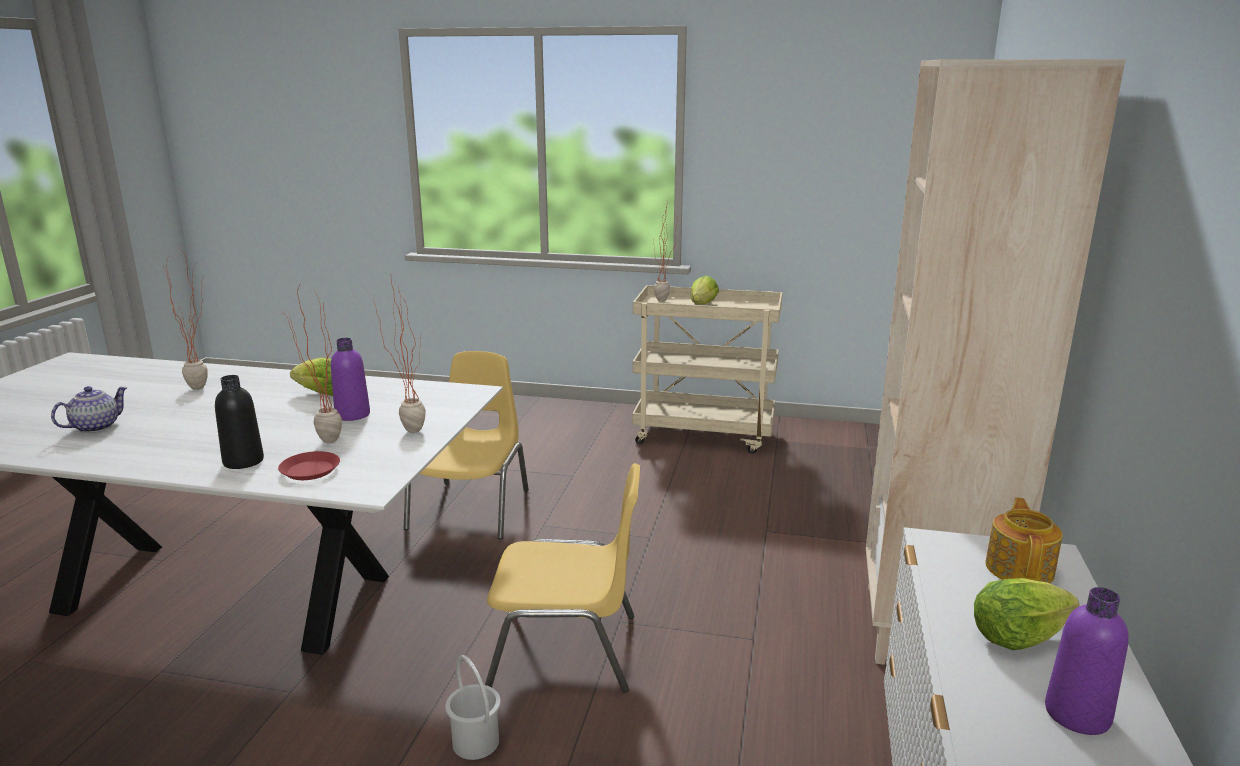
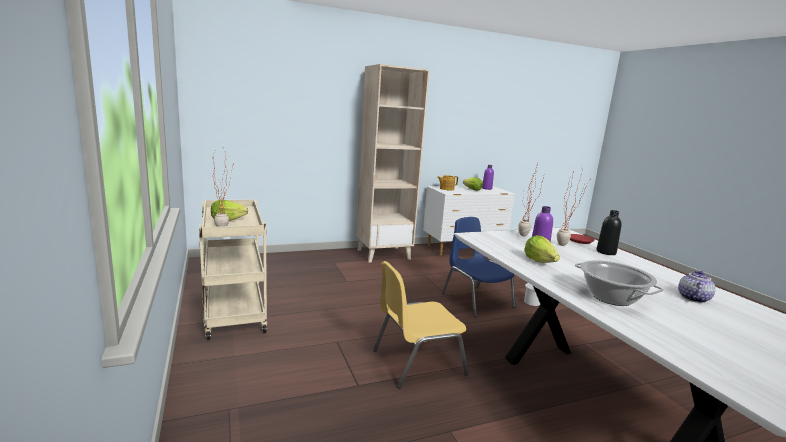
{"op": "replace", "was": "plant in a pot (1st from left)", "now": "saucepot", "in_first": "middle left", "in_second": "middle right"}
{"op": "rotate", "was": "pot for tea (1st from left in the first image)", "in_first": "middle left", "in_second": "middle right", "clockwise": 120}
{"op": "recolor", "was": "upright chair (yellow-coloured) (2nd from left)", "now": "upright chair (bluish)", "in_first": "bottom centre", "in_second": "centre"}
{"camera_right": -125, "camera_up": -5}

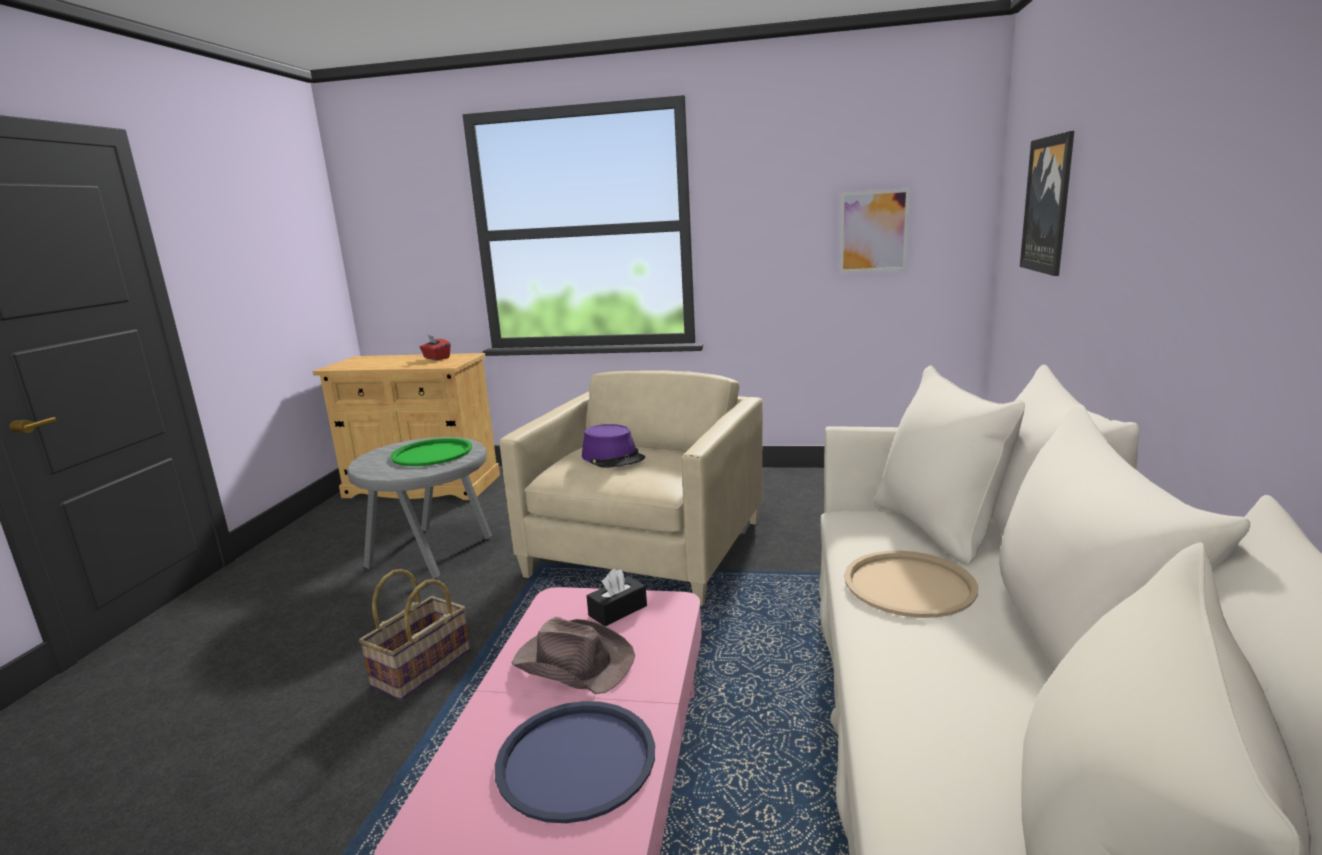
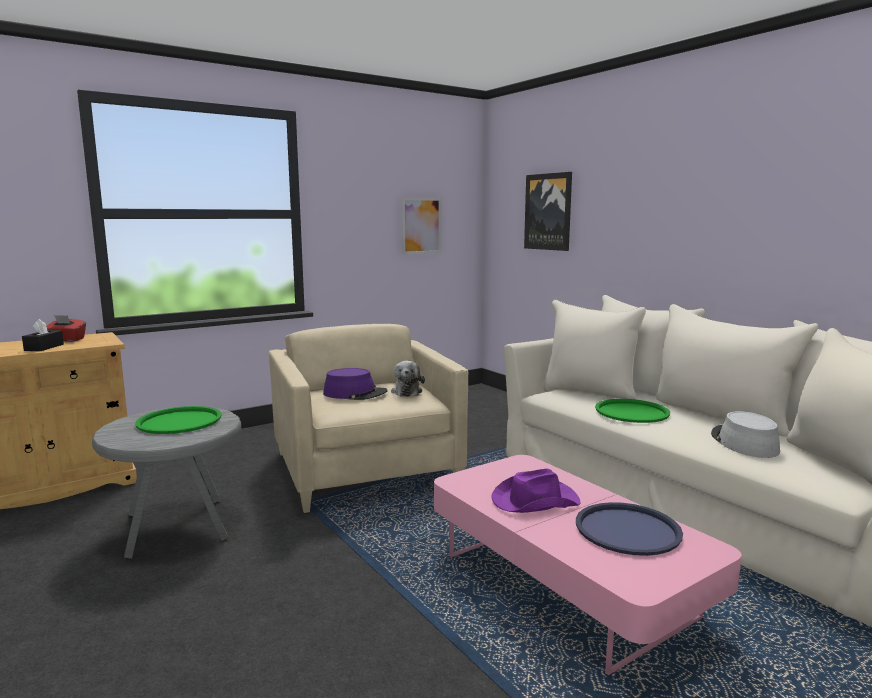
{"op": "recolor", "was": "carrying tray (sand-coloured)", "now": "carrying tray (green-coloured) (2nd from left)", "in_first": "bottom right", "in_second": "middle right"}
{"op": "delete", "was": "storage basket", "in_first": "bottom left"}
{"op": "move", "was": "box of tissues (blackish)", "in_first": "bottom centre", "in_second": "middle left"}
{"op": "recolor", "was": "hat (brown)", "now": "hat (purple-coloured) (2nd from left)", "in_first": "bottom centre", "in_second": "bottom centre"}
{"op": "insert", "now": "soft toy", "in_second": "centre"}
{"op": "insert", "now": "hat (greyish)", "in_second": "middle right"}
{"camera_right": -45, "camera_up": -5}

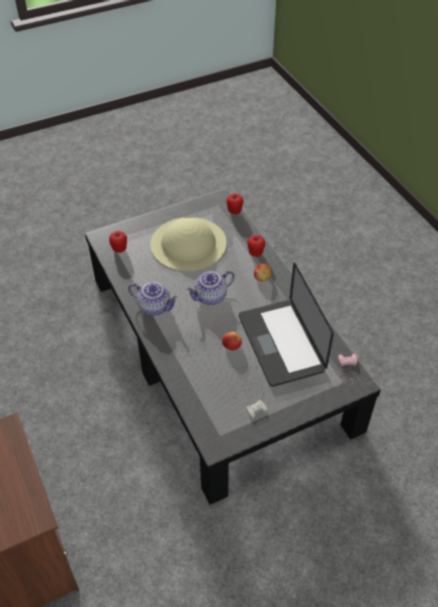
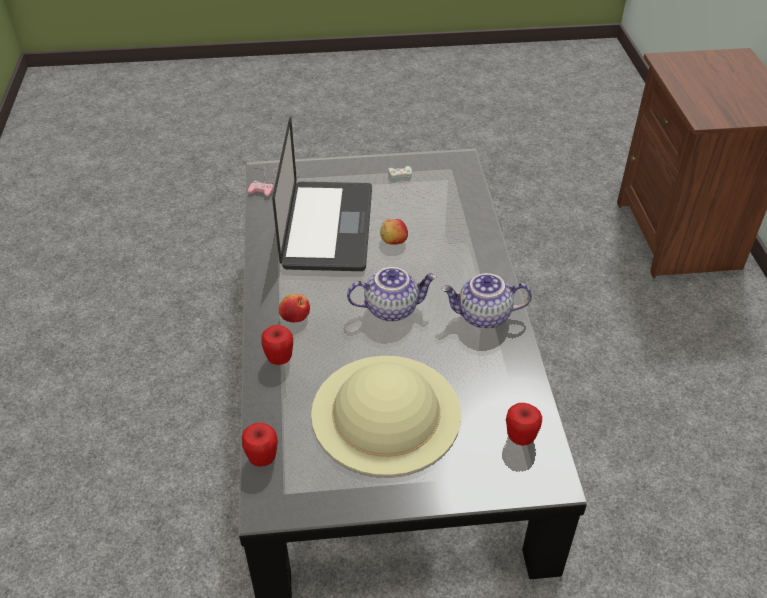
{"op": "rotate", "was": "pot for tea (1st from left in the first image)", "in_first": "centre", "in_second": "centre", "clockwise": -45}
{"camera_right": -160, "camera_up": -5}

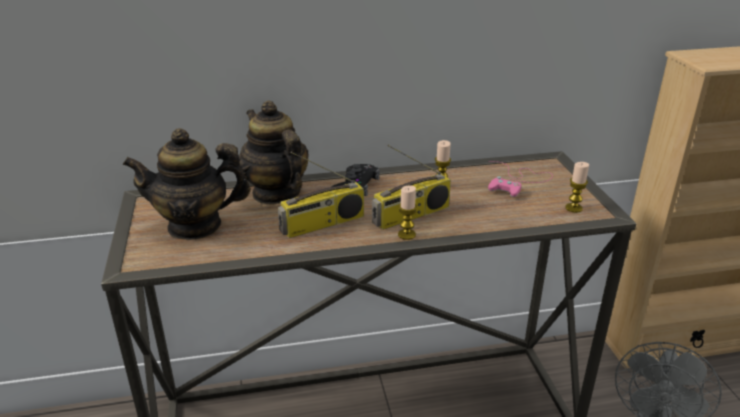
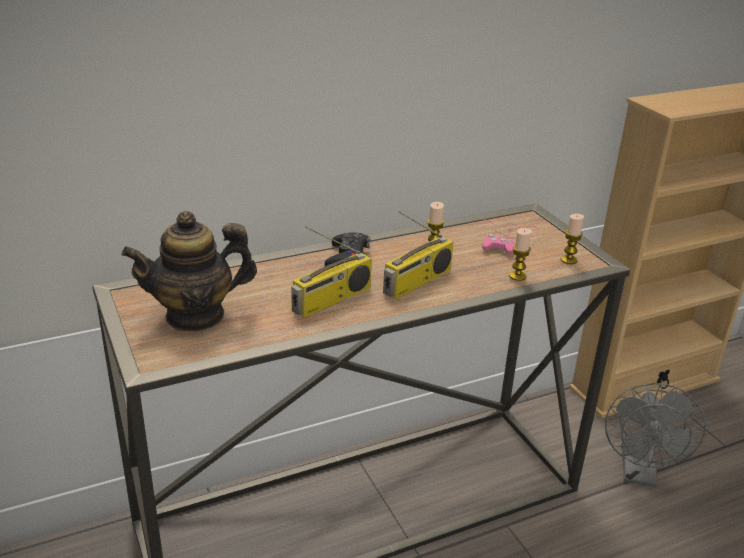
{"op": "delete", "was": "pot for tea (2nd from left)", "in_first": "centre"}
{"op": "move", "was": "wax candle (1st from left in the first image)", "now": "wax candle (2nd from left)", "in_first": "centre", "in_second": "middle right"}
{"camera_right": -15, "camera_up": 0}

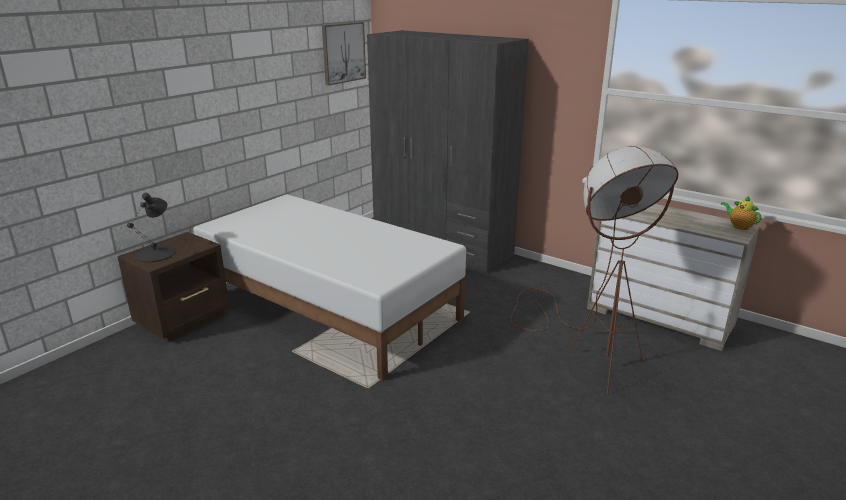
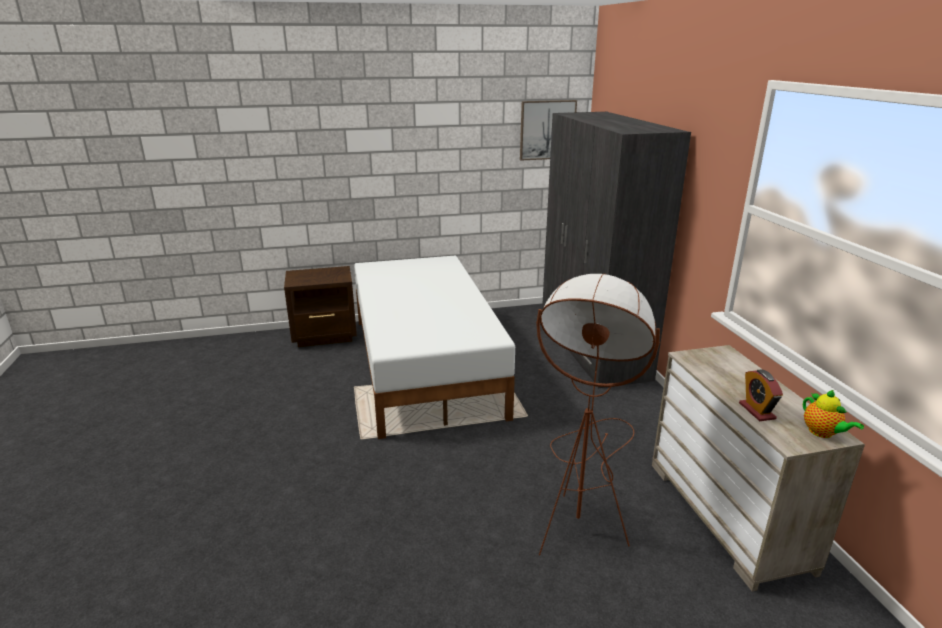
{"op": "delete", "was": "table lamp (blackish)", "in_first": "middle left"}
{"op": "rotate", "was": "pot for tea", "in_first": "middle right", "in_second": "middle right", "clockwise": 150}
{"op": "insert", "now": "bedside clock", "in_second": "middle right"}
{"camera_right": 40, "camera_up": 0}

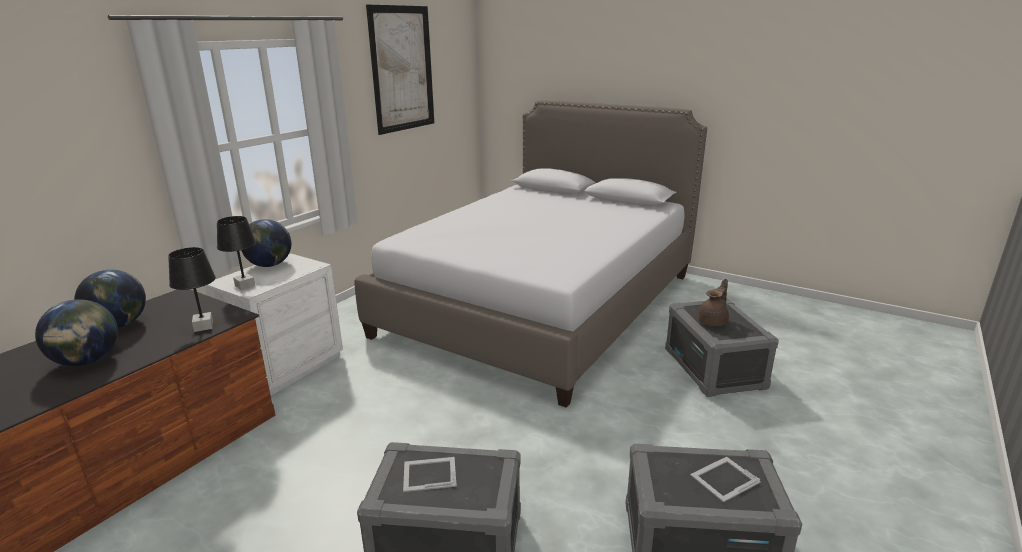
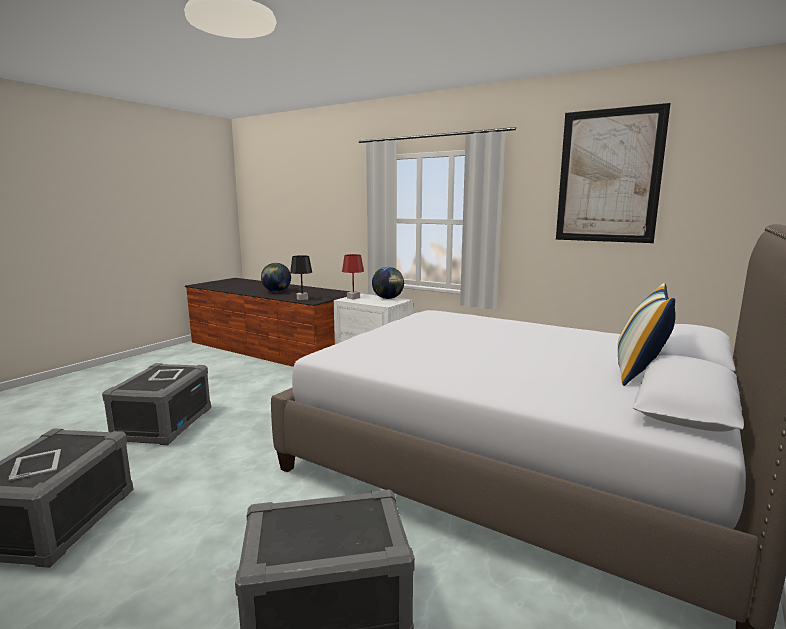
{"op": "recolor", "was": "table lamp (blackish) (2nd from left)", "now": "table lamp (red-coloured)", "in_first": "middle left", "in_second": "centre"}
{"op": "delete", "was": "desk globe (2nd from left)", "in_first": "middle left"}
{"op": "delete", "was": "pot for tea (brown)", "in_first": "middle right"}
{"op": "insert", "now": "throw pillow", "in_second": "middle right"}
{"camera_right": 90, "camera_up": -10}

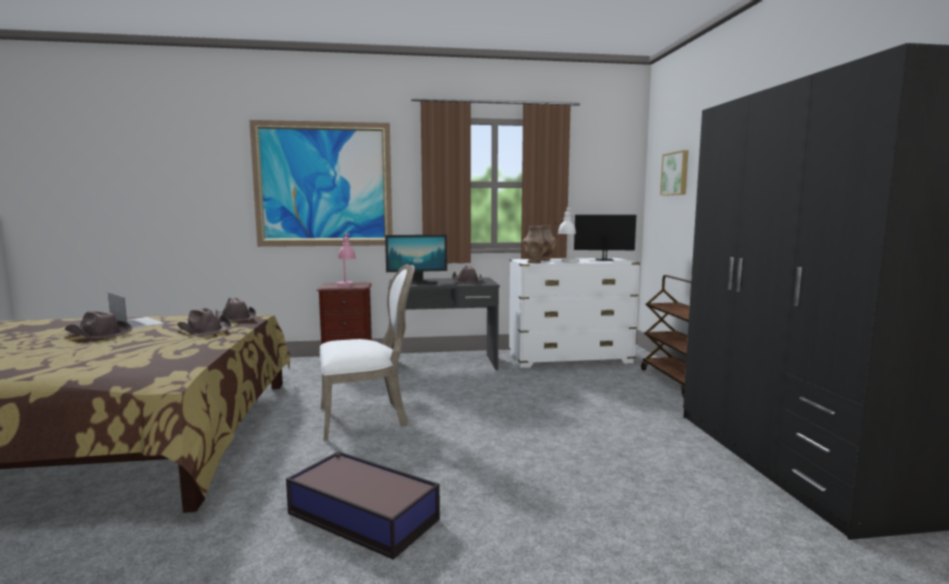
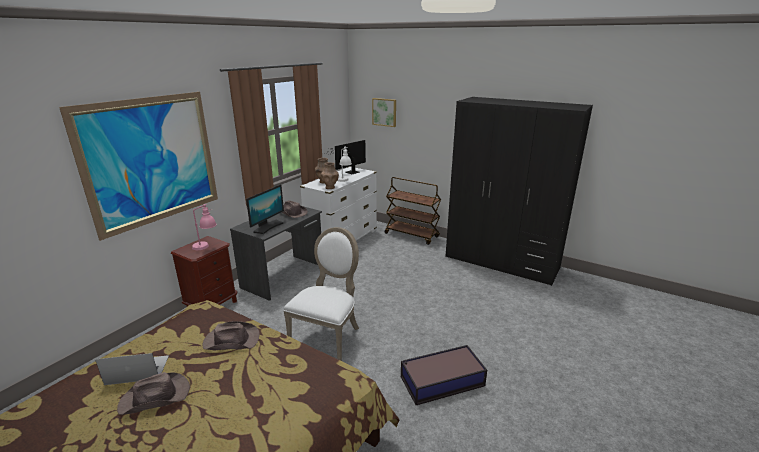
{"op": "delete", "was": "hat (brown) (3rd from left)", "in_first": "middle left"}
{"camera_right": -50, "camera_up": 15}

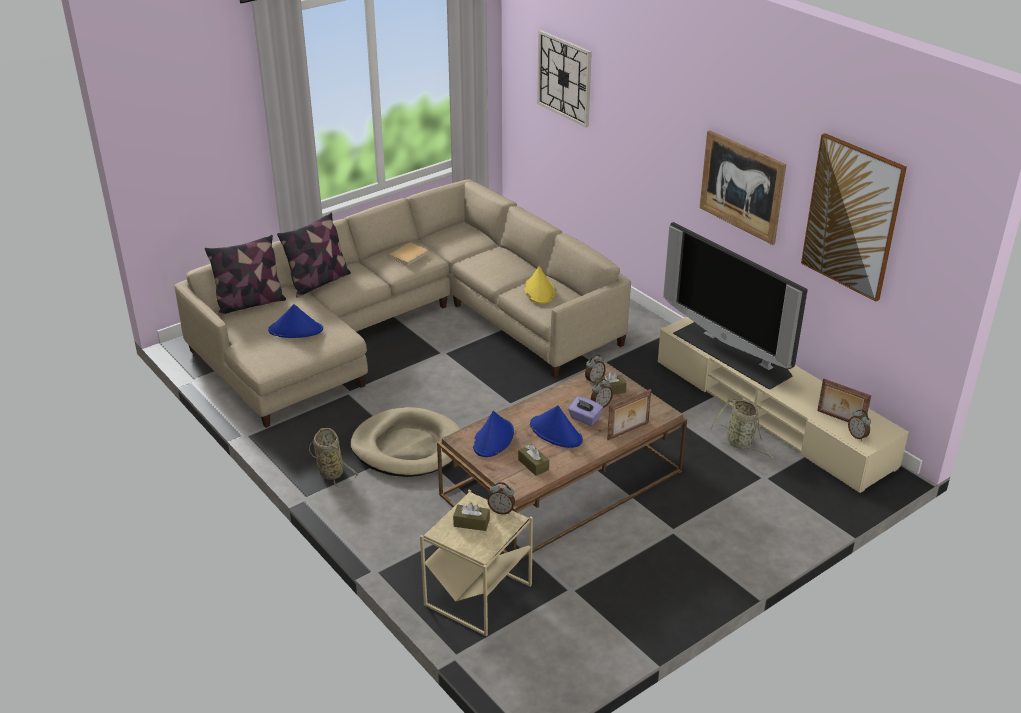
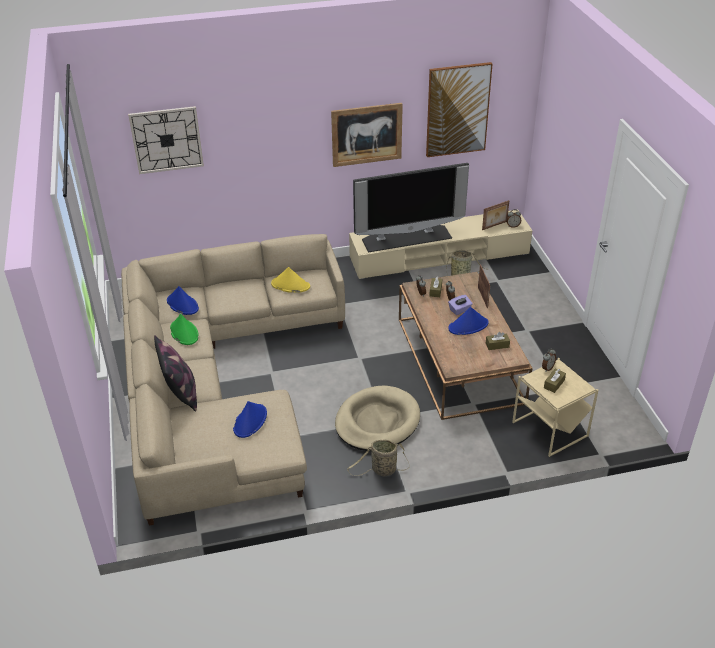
{"op": "delete", "was": "throw pillow (1st from left)", "in_first": "middle left"}
{"op": "replace", "was": "bound book (sand-coloured)", "now": "hat (green-coloured)", "in_first": "centre", "in_second": "middle left"}
{"op": "move", "was": "hat (bluish) (2nd from left in the first image)", "now": "hat (bluish) (1st from left)", "in_first": "centre", "in_second": "middle left"}
{"camera_right": -65, "camera_up": 5}

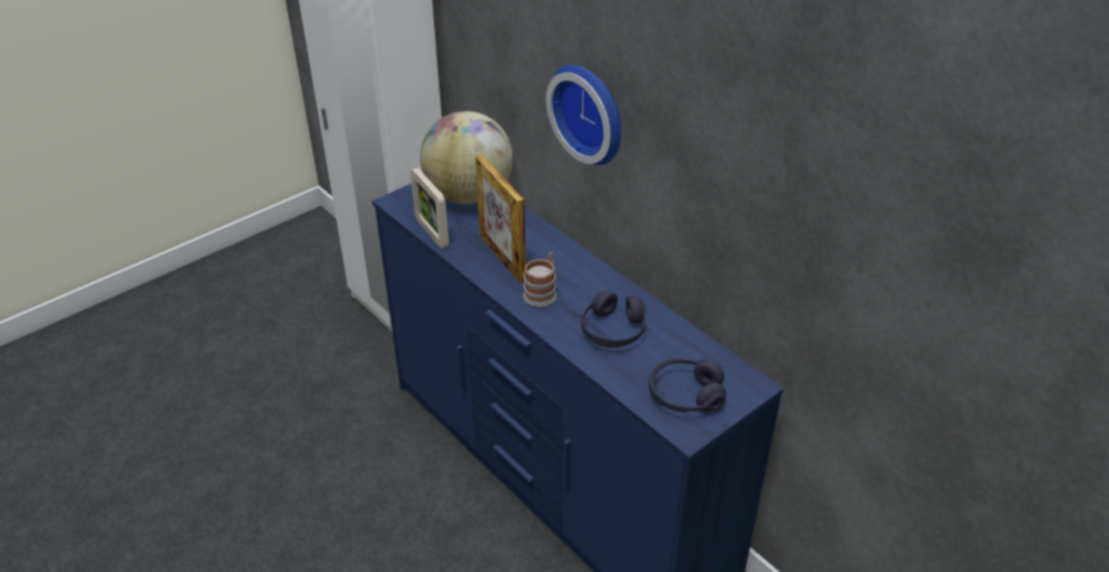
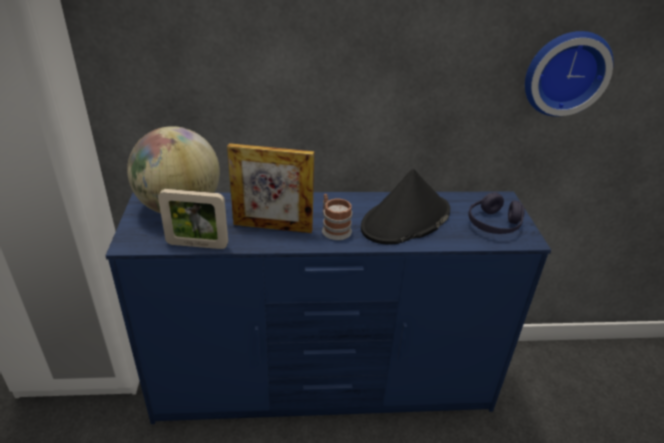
{"op": "move", "was": "clock on the wall", "in_first": "top centre", "in_second": "top right"}
{"op": "replace", "was": "headset (purple-coloured) (1st from left)", "now": "hat (blackish)", "in_first": "centre", "in_second": "centre"}
{"camera_right": -55, "camera_up": -5}

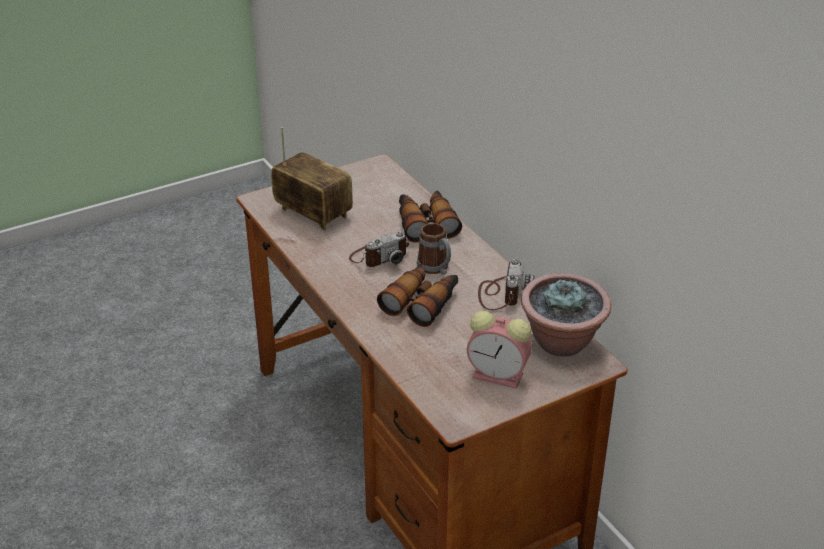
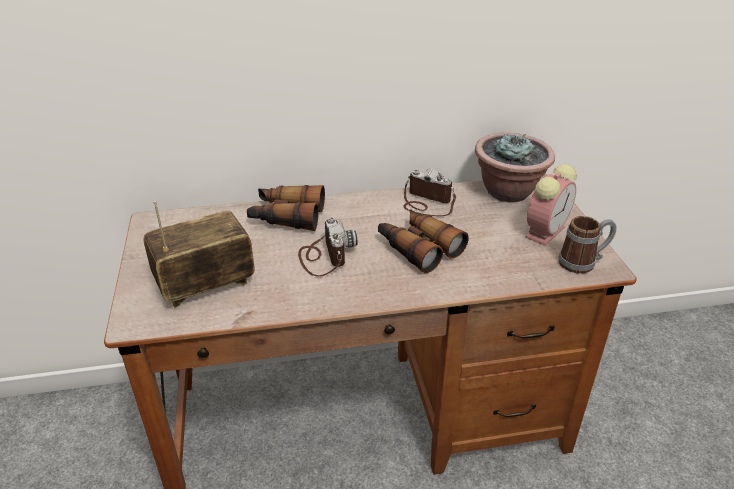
{"op": "move", "was": "tea mug", "in_first": "centre", "in_second": "middle right"}
{"camera_right": -70, "camera_up": 0}

